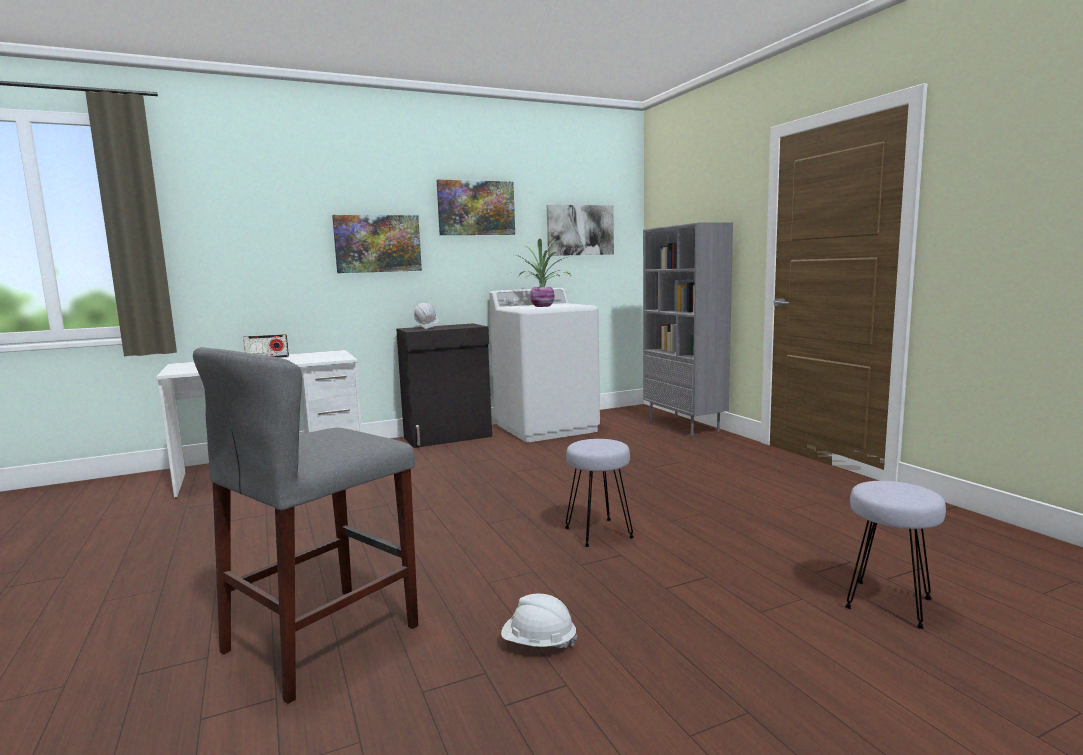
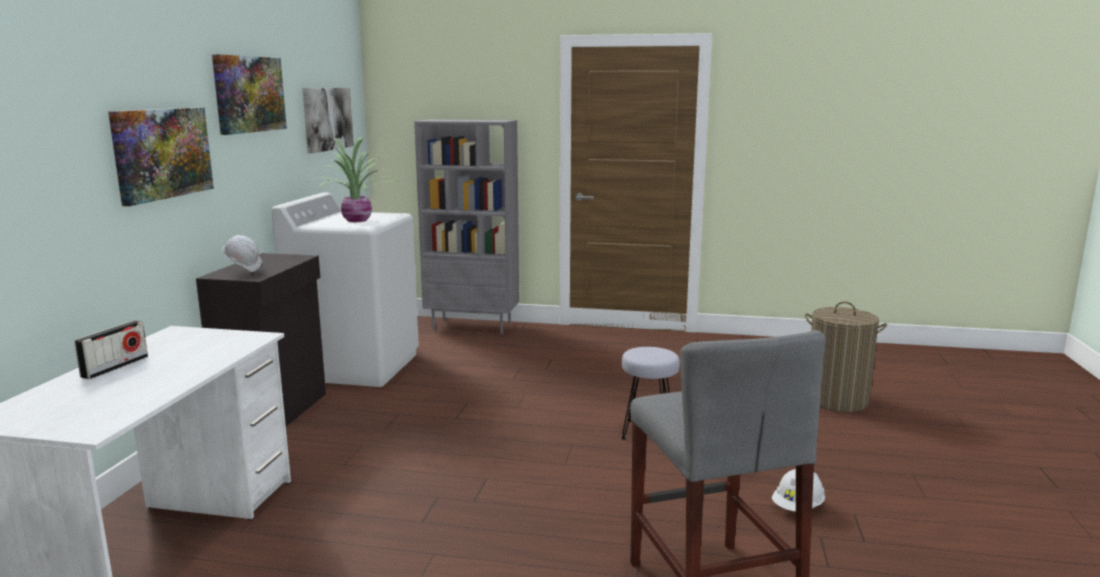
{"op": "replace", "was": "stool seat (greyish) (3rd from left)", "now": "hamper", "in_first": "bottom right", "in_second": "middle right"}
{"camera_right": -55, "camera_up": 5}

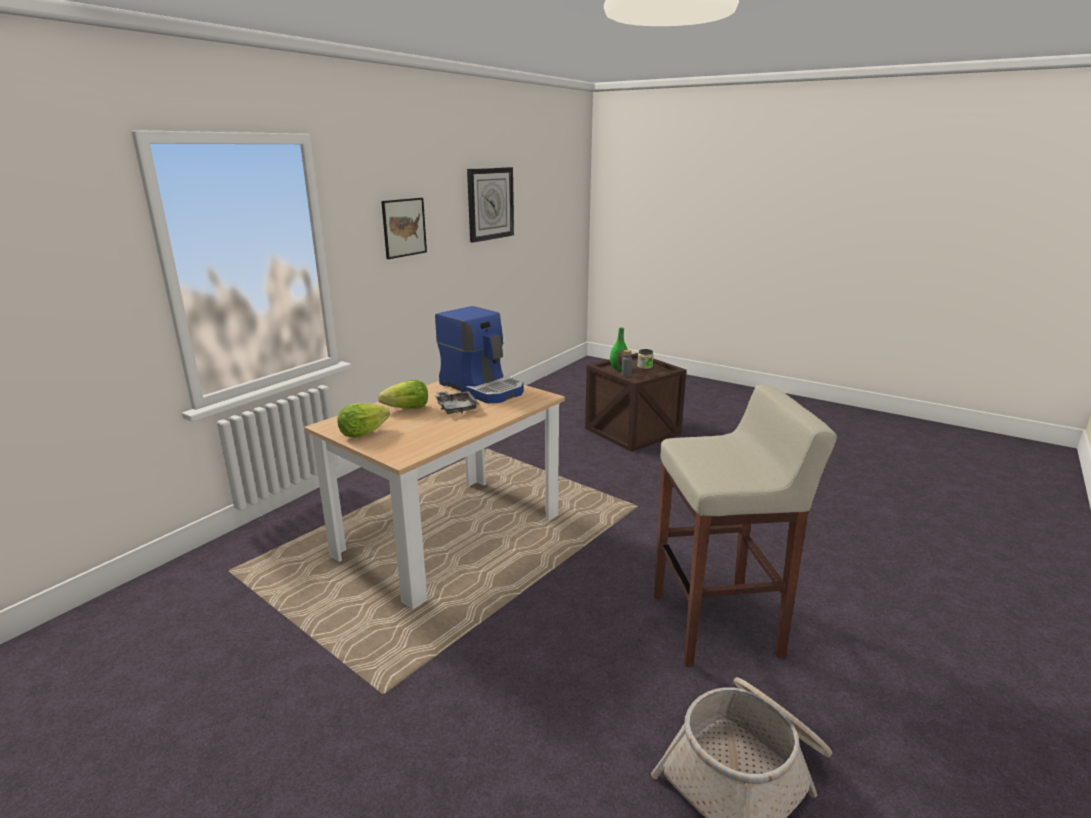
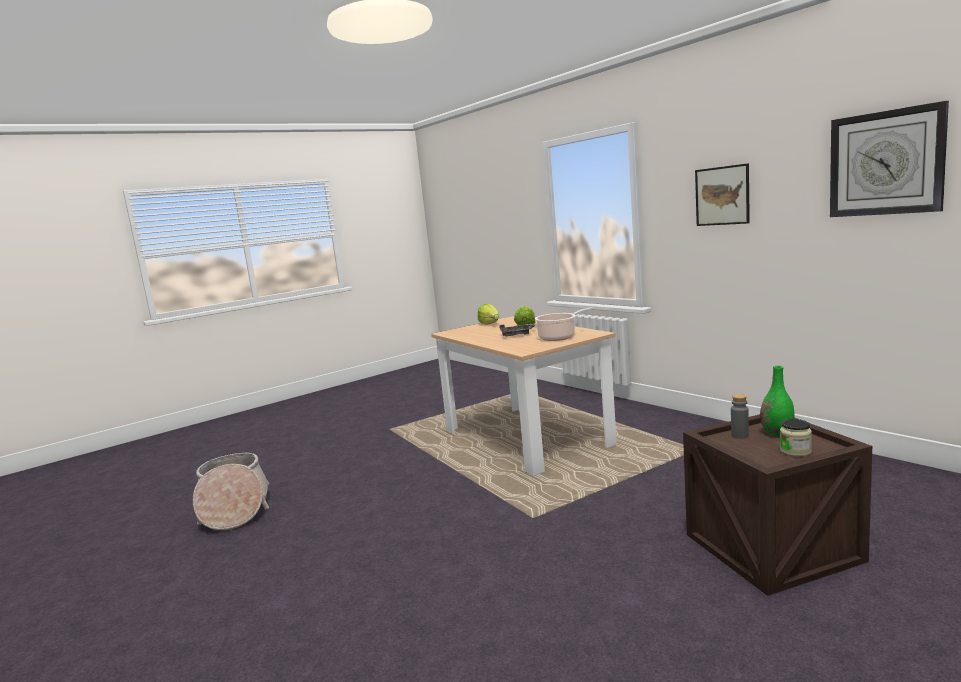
{"op": "replace", "was": "coffee brewer", "now": "saucepot", "in_first": "centre", "in_second": "centre"}
{"op": "delete", "was": "stool seat (sand-coloured)", "in_first": "middle right"}
{"camera_right": 110, "camera_up": -10}

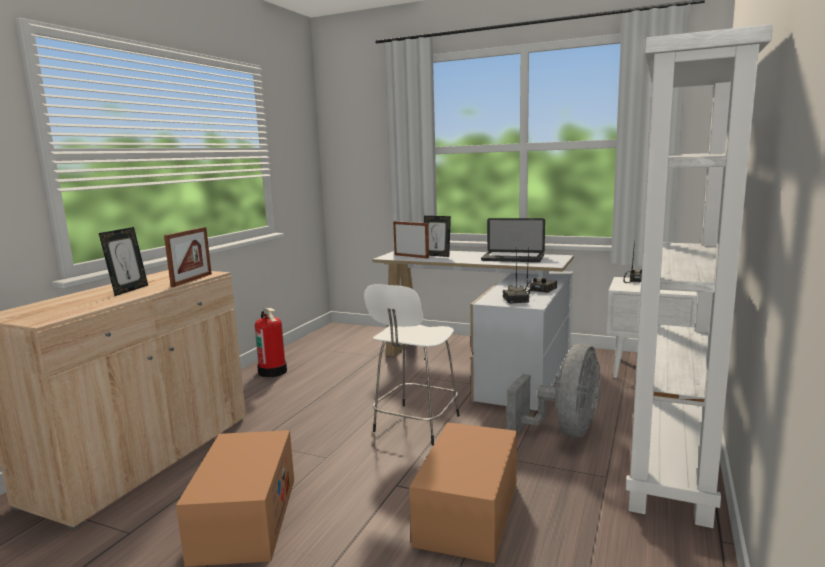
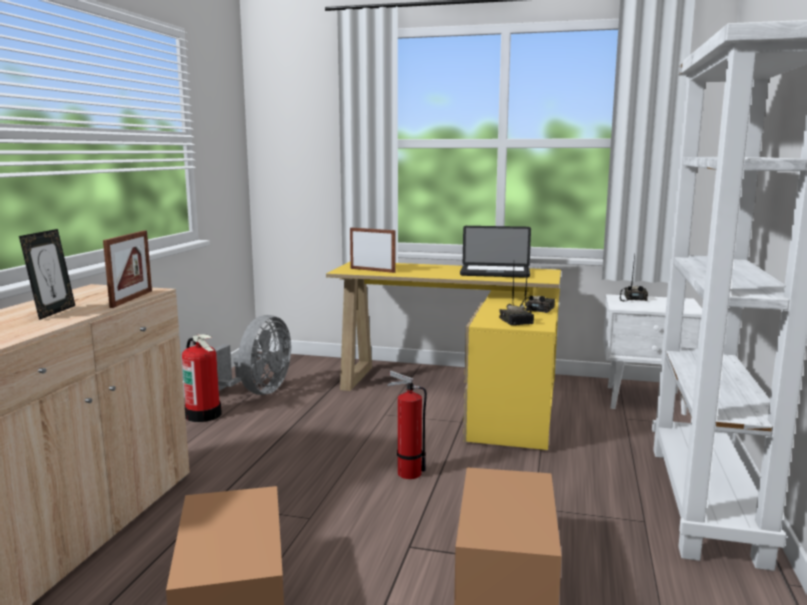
{"op": "delete", "was": "photo frame (4th from left)", "in_first": "centre"}
{"op": "recolor", "was": "desk unit (white)", "now": "desk unit (yellow-coloured)", "in_first": "centre", "in_second": "centre"}
{"op": "replace", "was": "stool seat (white)", "now": "fire extinguisher (2nd from left)", "in_first": "centre", "in_second": "bottom centre"}
{"op": "move", "was": "cooling fan (greyish)", "in_first": "bottom right", "in_second": "middle left"}
{"camera_right": -10, "camera_up": 0}

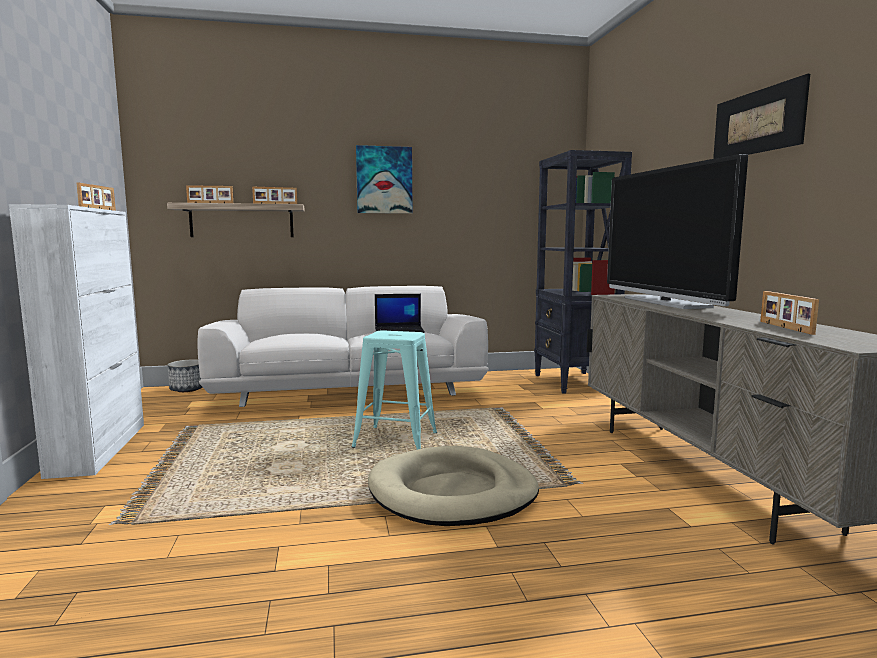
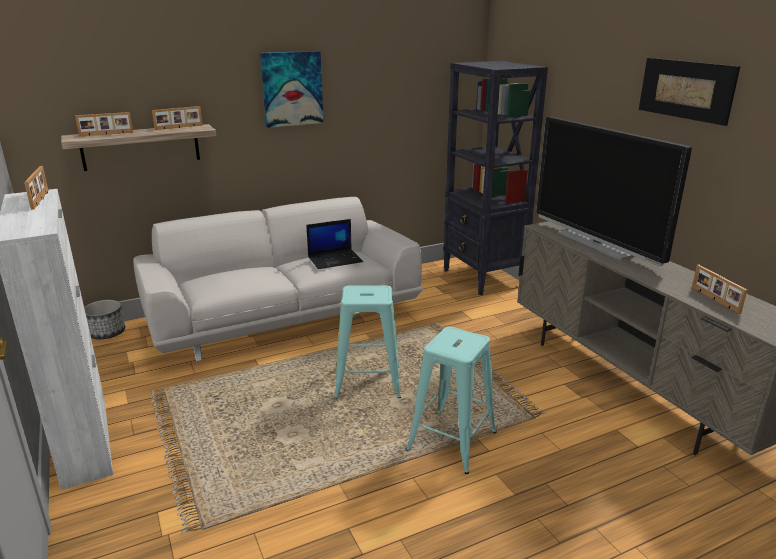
{"op": "replace", "was": "dog cushion (sand-coloured)", "now": "stool seat (blue-green) (2nd from left)", "in_first": "bottom centre", "in_second": "bottom centre"}
{"camera_right": -15, "camera_up": 15}

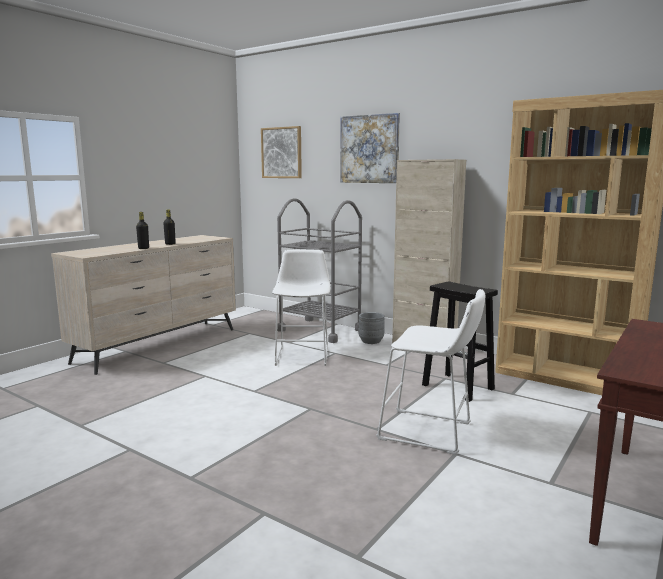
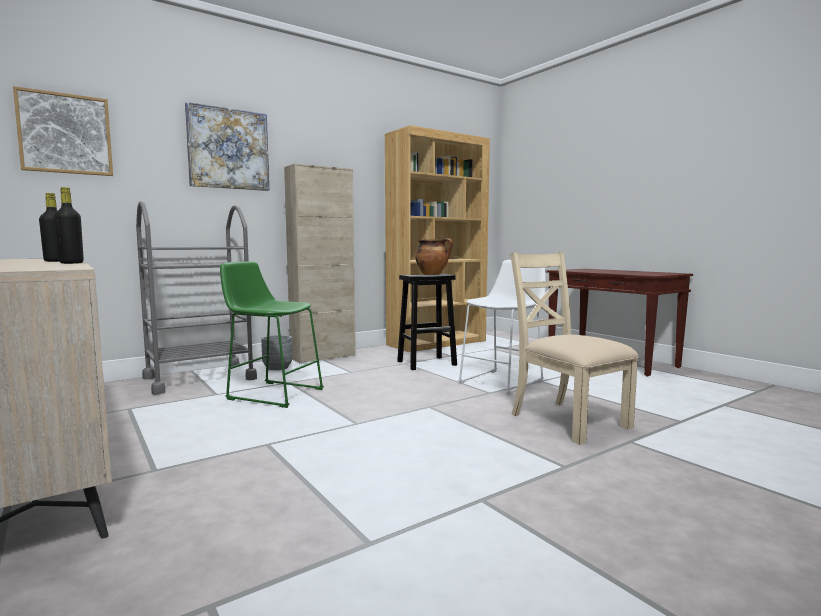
{"op": "recolor", "was": "stool seat (white) (1st from left)", "now": "stool seat (green-coloured)", "in_first": "centre", "in_second": "middle left"}
{"op": "insert", "now": "saucepot", "in_second": "centre"}
{"op": "insert", "now": "upright chair (sand-coloured)", "in_second": "middle right"}
{"camera_right": -70, "camera_up": -5}

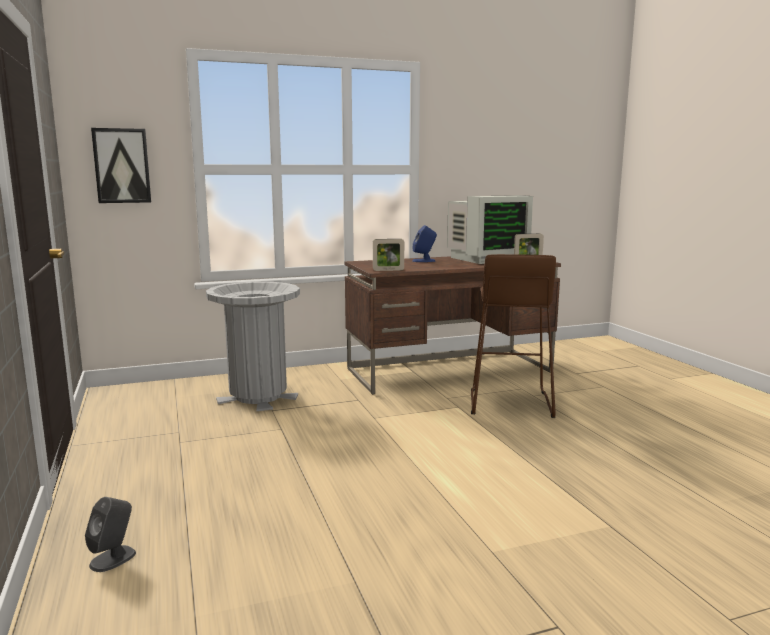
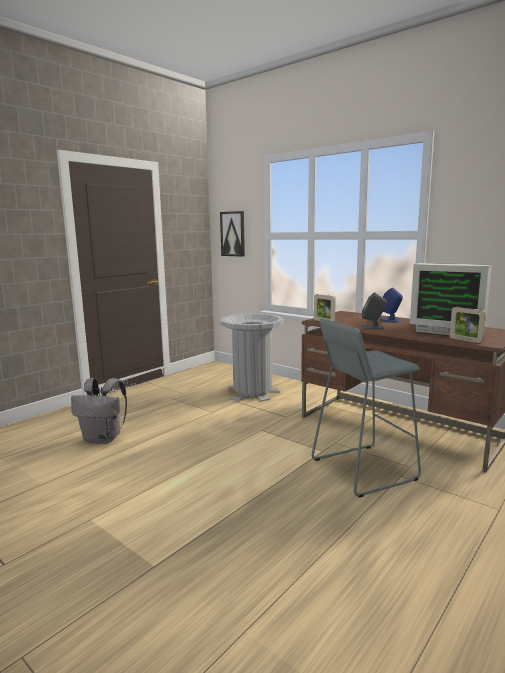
{"op": "recolor", "was": "stool seat (brown)", "now": "stool seat (greyish)", "in_first": "centre", "in_second": "middle right"}
{"op": "move", "was": "loudspeaker (greyish)", "in_first": "bottom left", "in_second": "middle right"}
{"op": "insert", "now": "backpack (greyish)", "in_second": "middle left"}
{"camera_right": 60, "camera_up": 0}

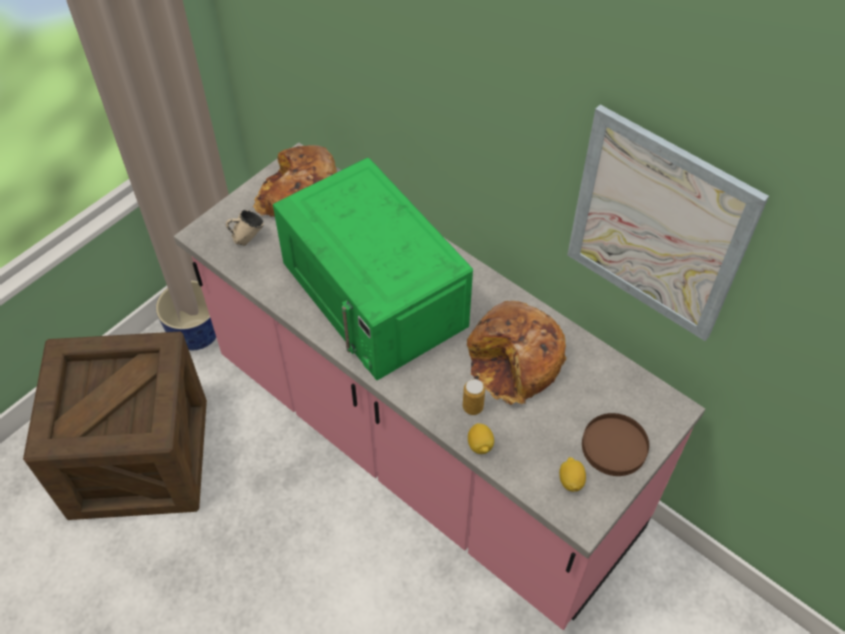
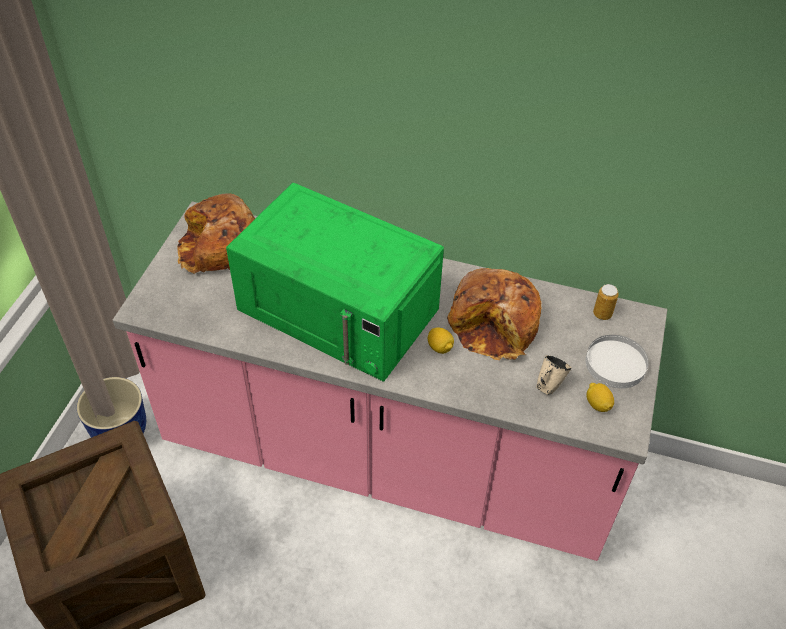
{"op": "delete", "was": "wall picture", "in_first": "middle right"}
{"op": "move", "was": "tea mug (sand-coloured)", "in_first": "middle left", "in_second": "middle right"}
{"op": "move", "was": "can", "in_first": "centre", "in_second": "middle right"}
{"op": "recolor", "was": "dinner plate (brown)", "now": "dinner plate (white)", "in_first": "bottom right", "in_second": "middle right"}
{"op": "move", "was": "lemon (1st from left)", "in_first": "bottom centre", "in_second": "centre"}
{"camera_right": -25, "camera_up": -5}

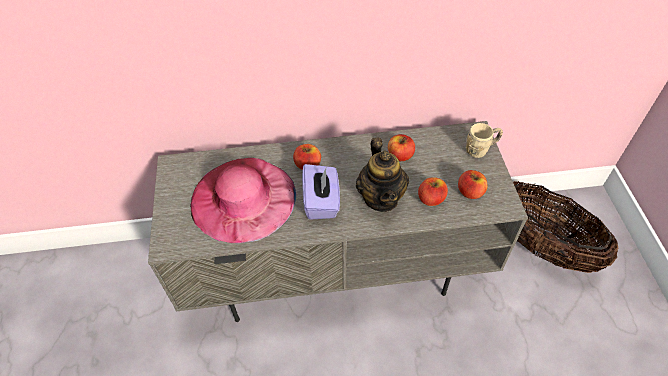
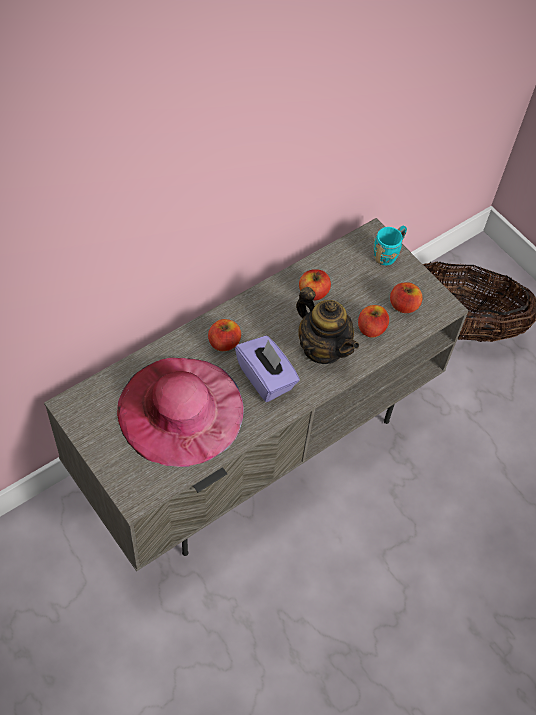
{"op": "recolor", "was": "tea mug (sand-coloured)", "now": "tea mug (blue-green)", "in_first": "middle right", "in_second": "middle right"}
{"camera_right": -35, "camera_up": 5}

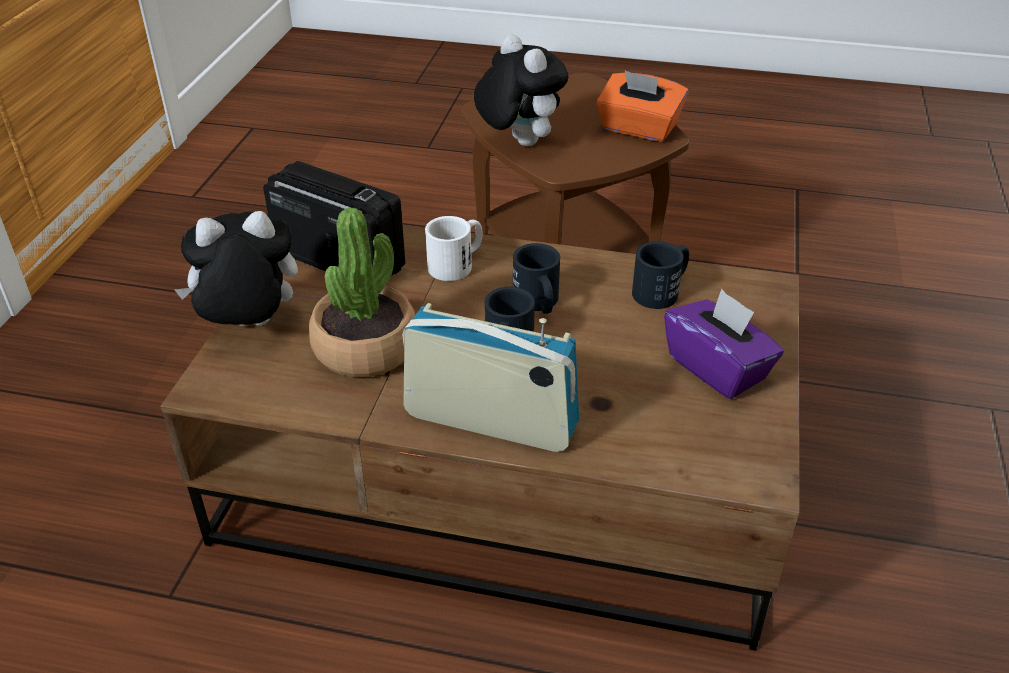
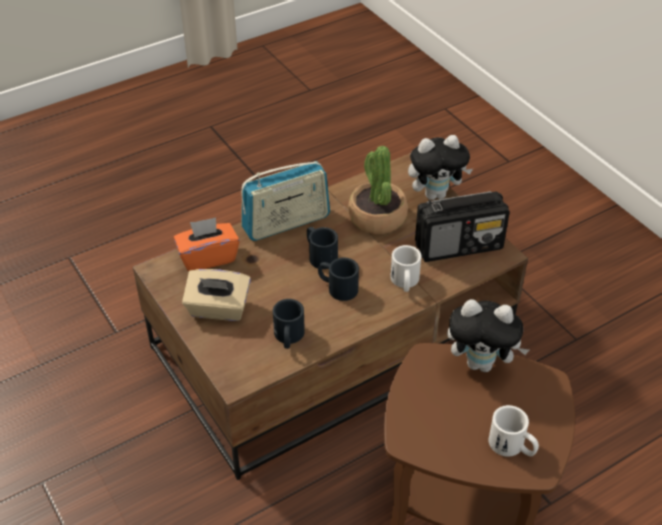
{"op": "move", "was": "box of tissues (orange-coloured)", "in_first": "top centre", "in_second": "middle left"}
{"op": "rotate", "was": "soft toy (1st from left)", "in_first": "middle left", "in_second": "top centre", "clockwise": 45}
{"op": "recolor", "was": "box of tissues (purple-coloured)", "now": "box of tissues (sand-coloured)", "in_first": "middle right", "in_second": "middle left"}
{"op": "insert", "now": "tea mug (white) (2nd from left)", "in_second": "bottom right"}
{"camera_right": 135, "camera_up": 5}

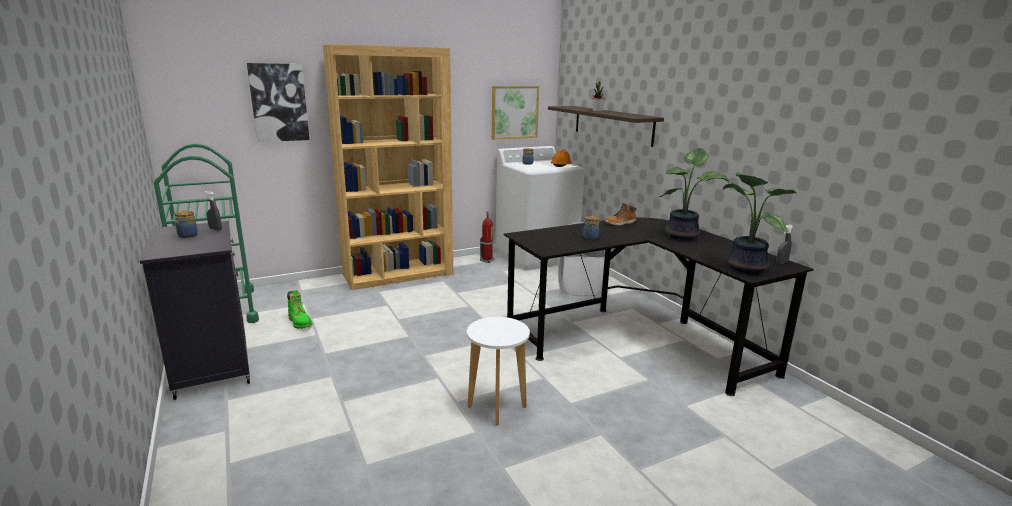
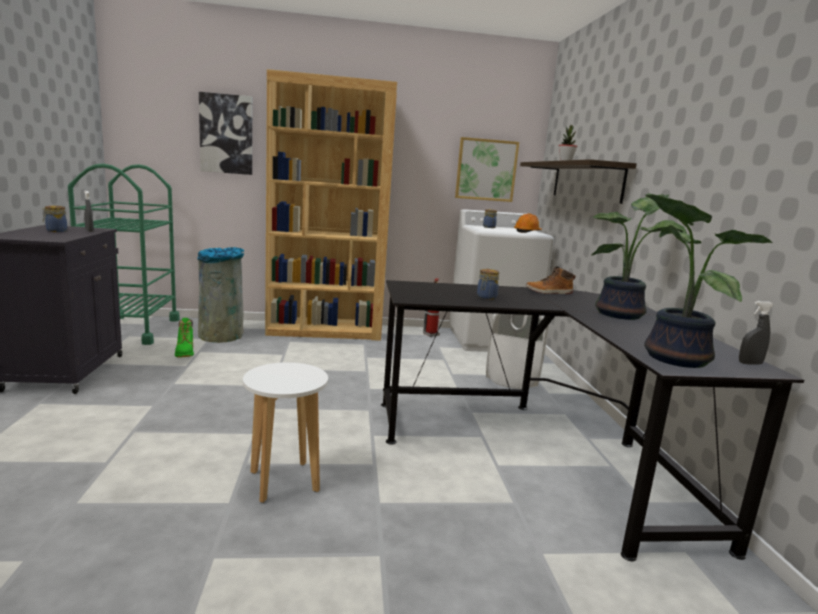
{"op": "insert", "now": "trash can (greyish)", "in_second": "middle left"}
{"camera_right": 20, "camera_up": -5}

